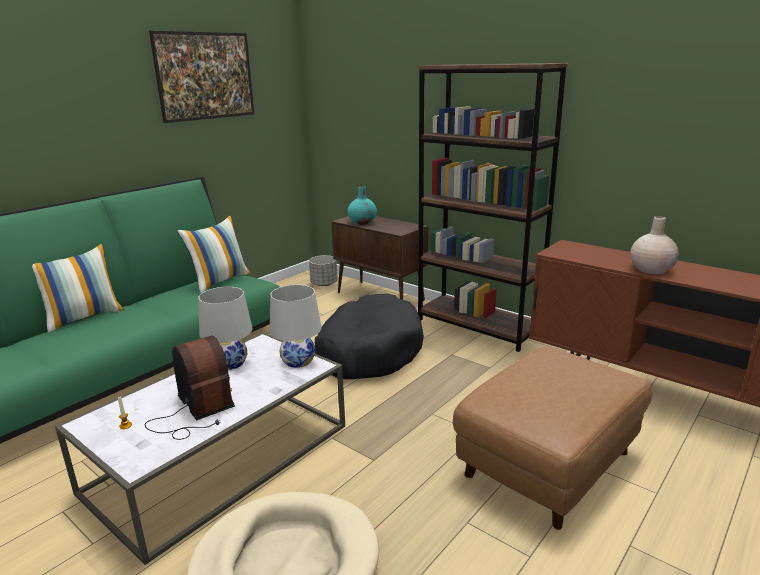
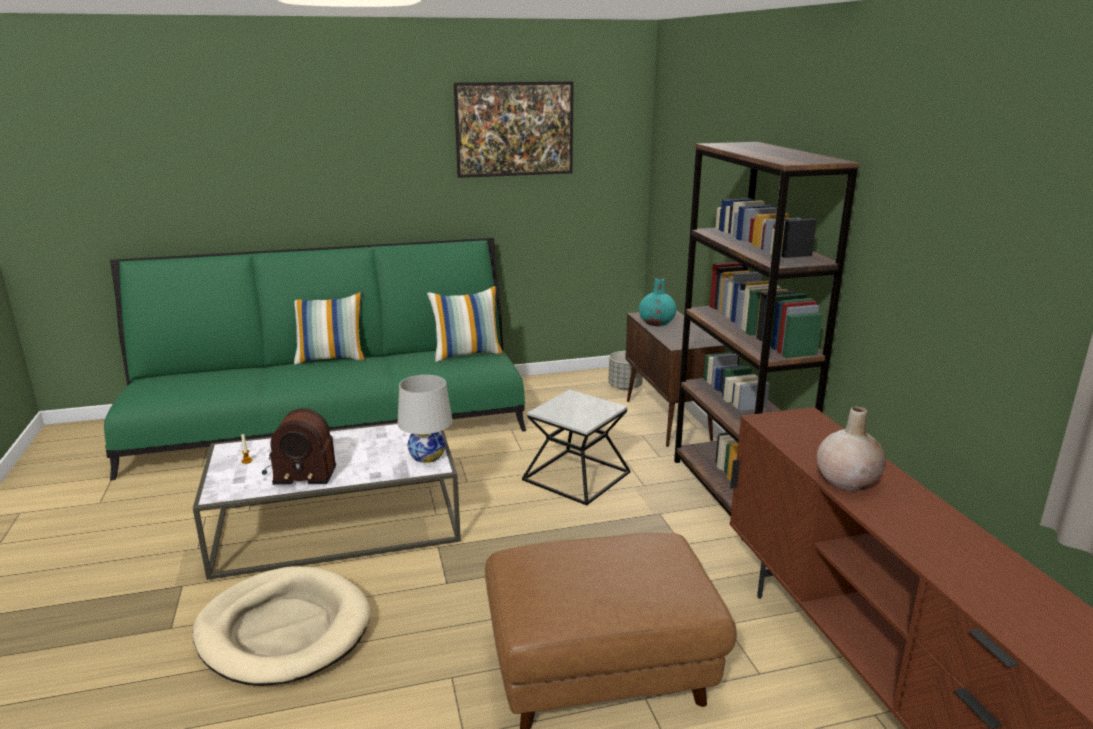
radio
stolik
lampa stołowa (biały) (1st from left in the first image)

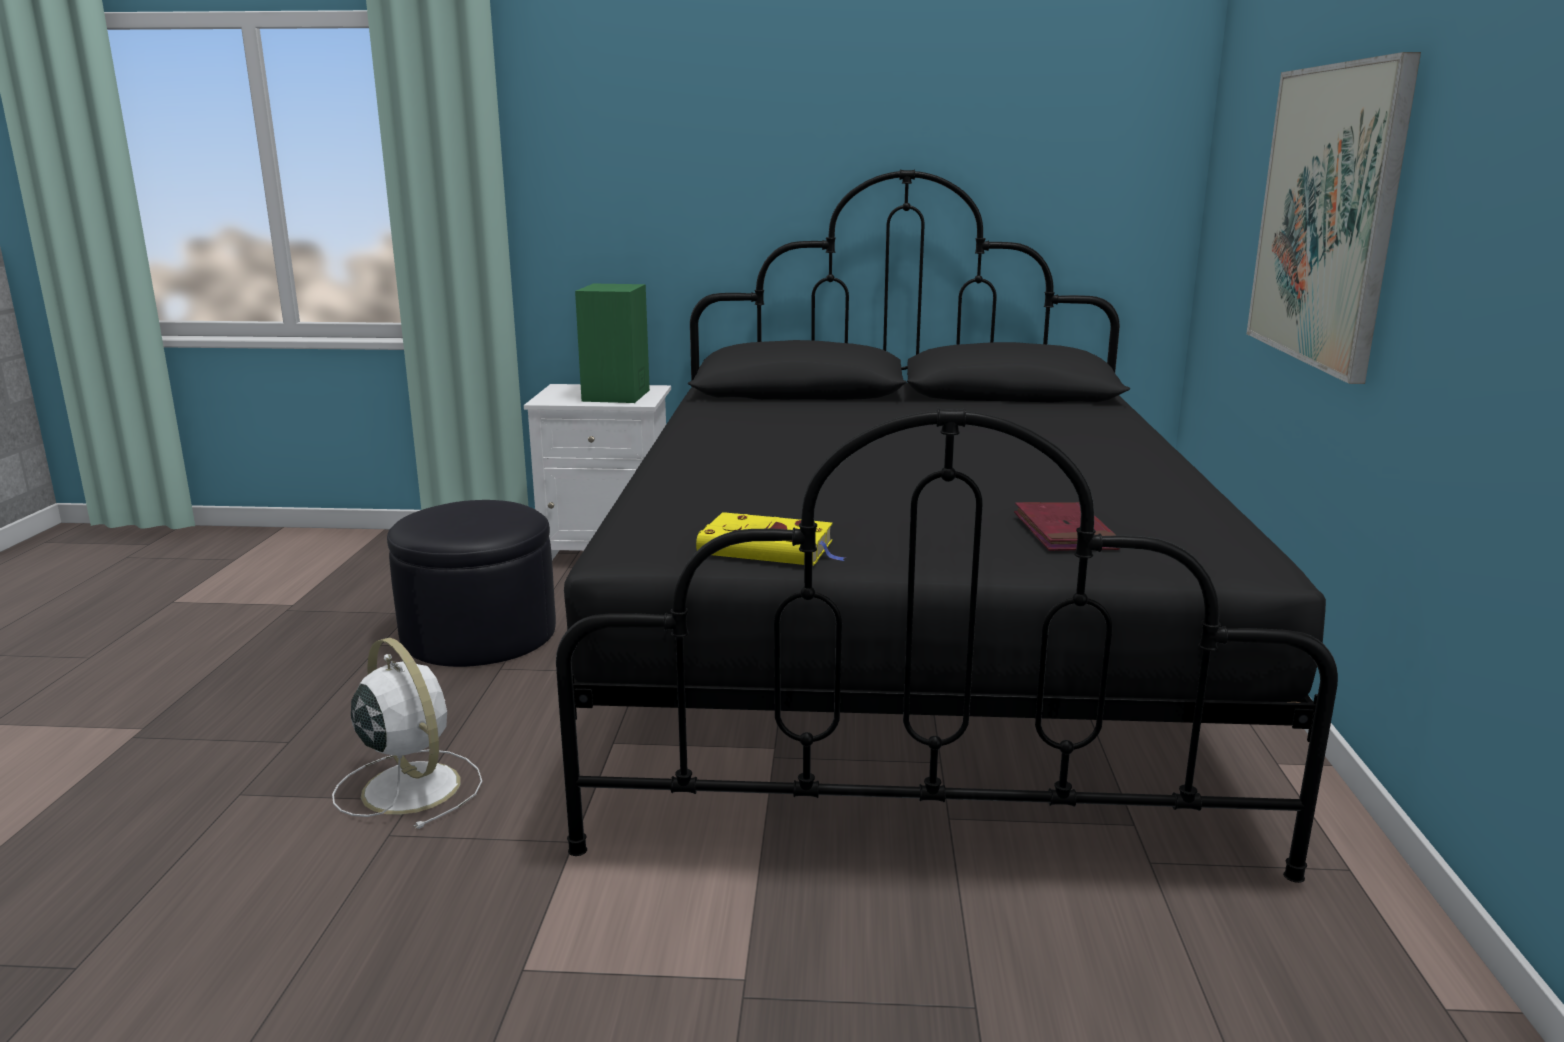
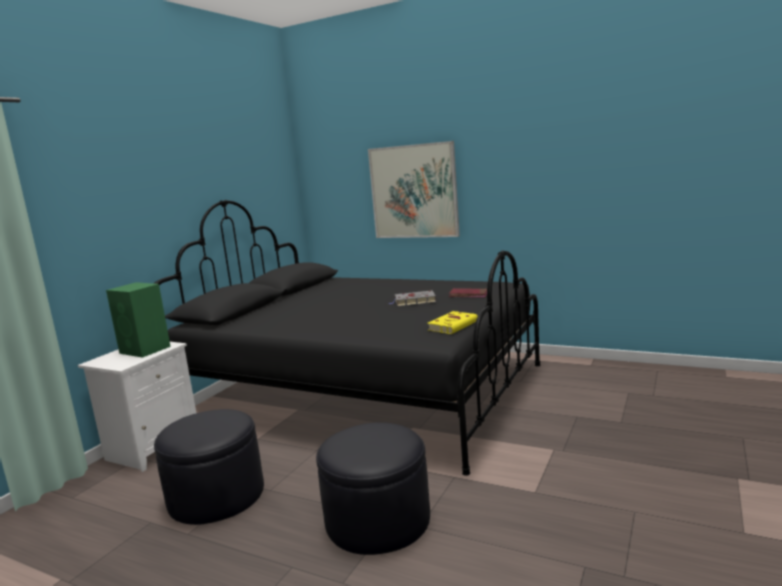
pufa (czarny) (2nd from left)
książka (szary)

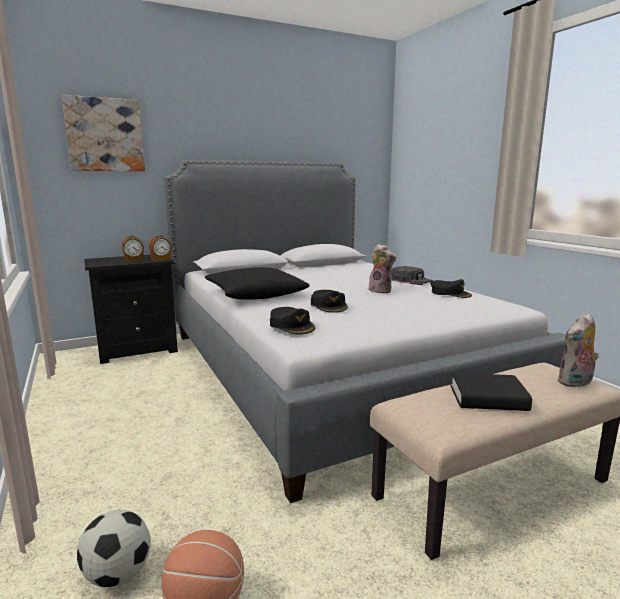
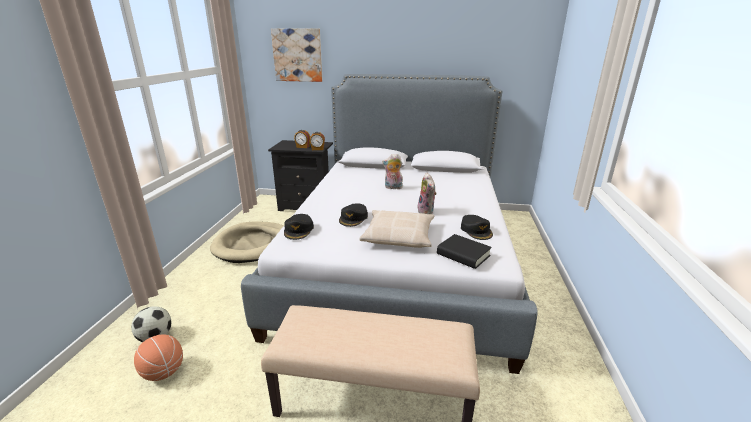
legowisko (beżowy)
poduszka (beżowy)
pluszak (1st from left)
książka (czarny)
poduszka (czarny)
czapka z daszkiem (czarny) (3rd from left in the first image)

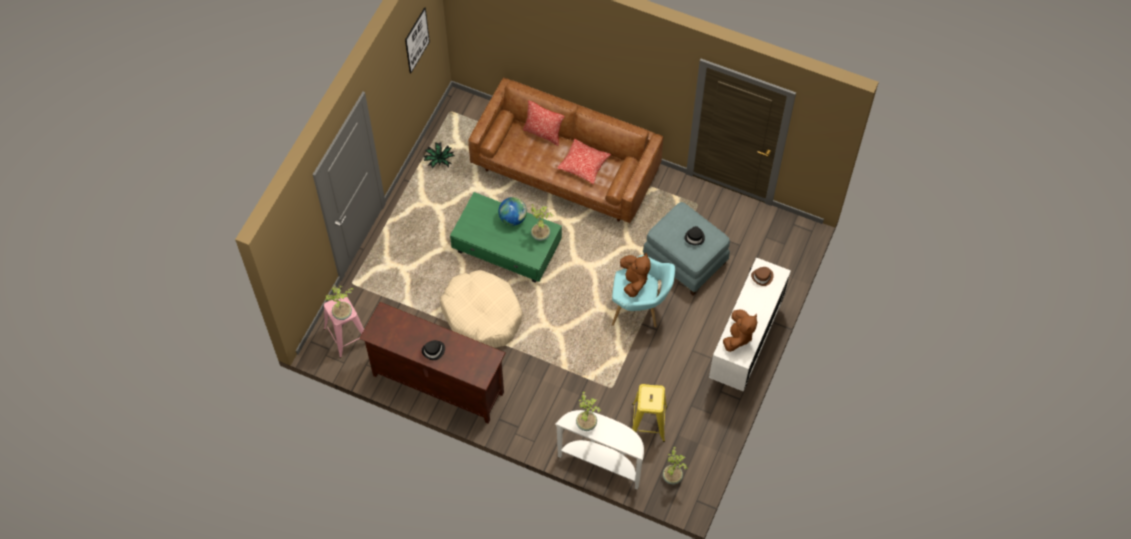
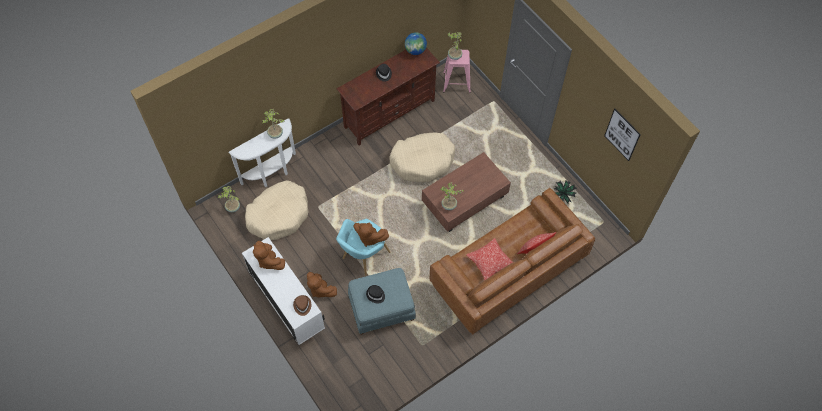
legowisko (beżowy) (1st from left)
pluszak (brązowy) (2nd from left)
globus
ława (brązowy)

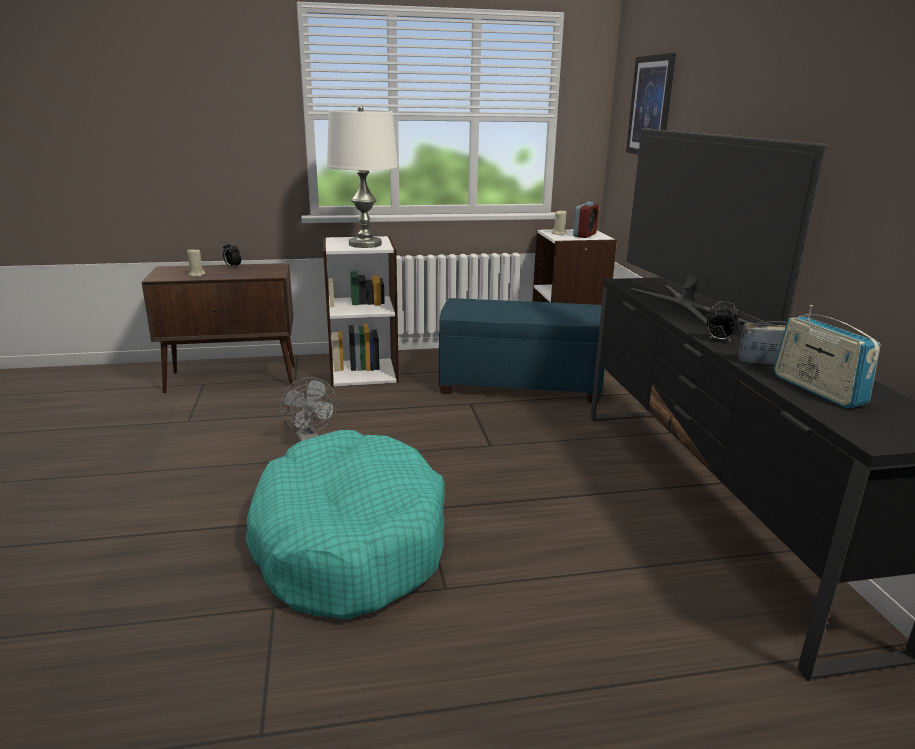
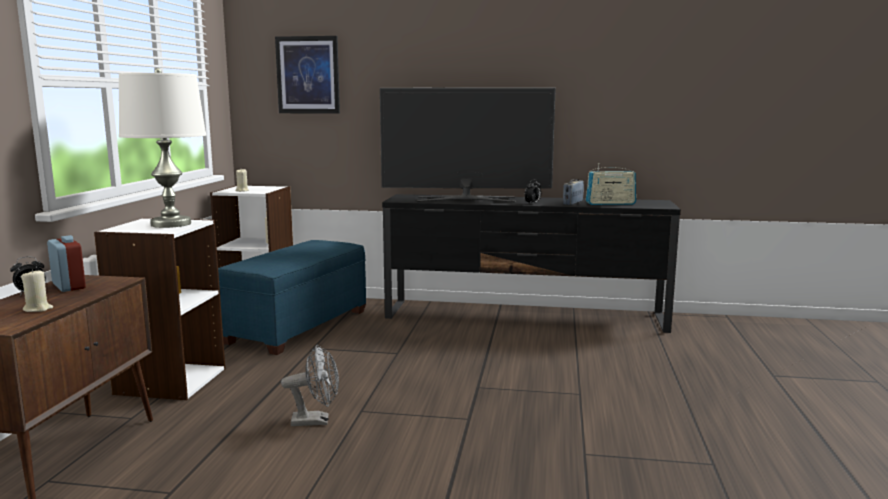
budzik (2nd from left)
legowisko (turkusowy)

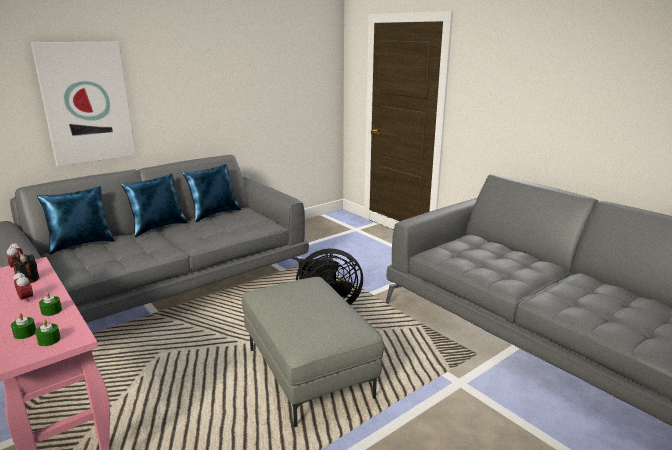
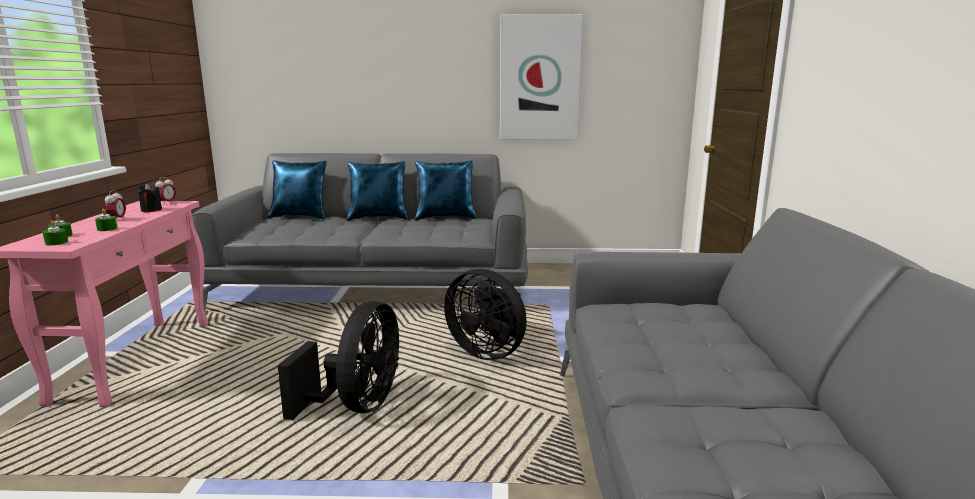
wentylator (czarny) (1st from left)
obraz

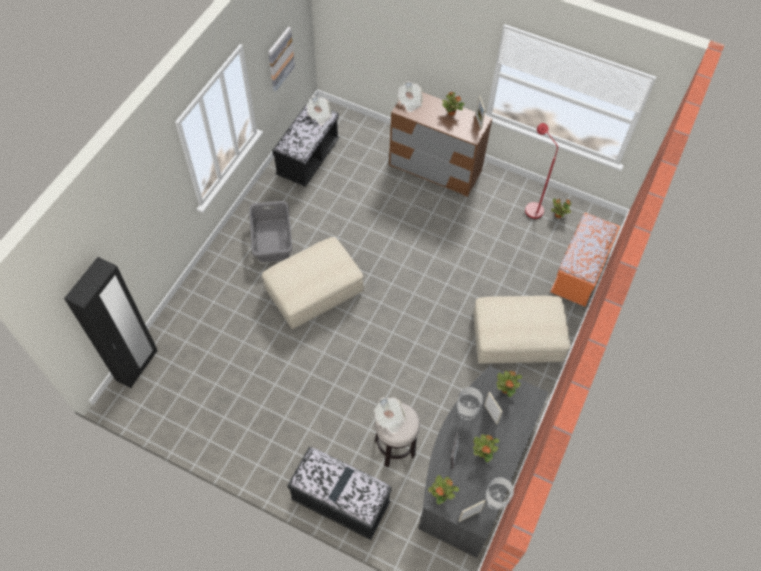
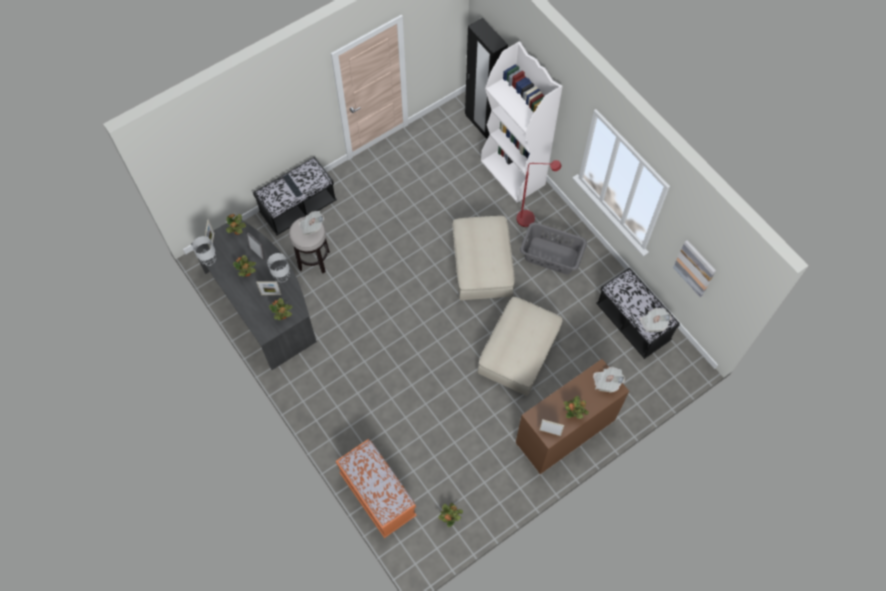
pufa (beżowy) (2nd from left)
regał (biały)
lampa stojąca (czerwony)

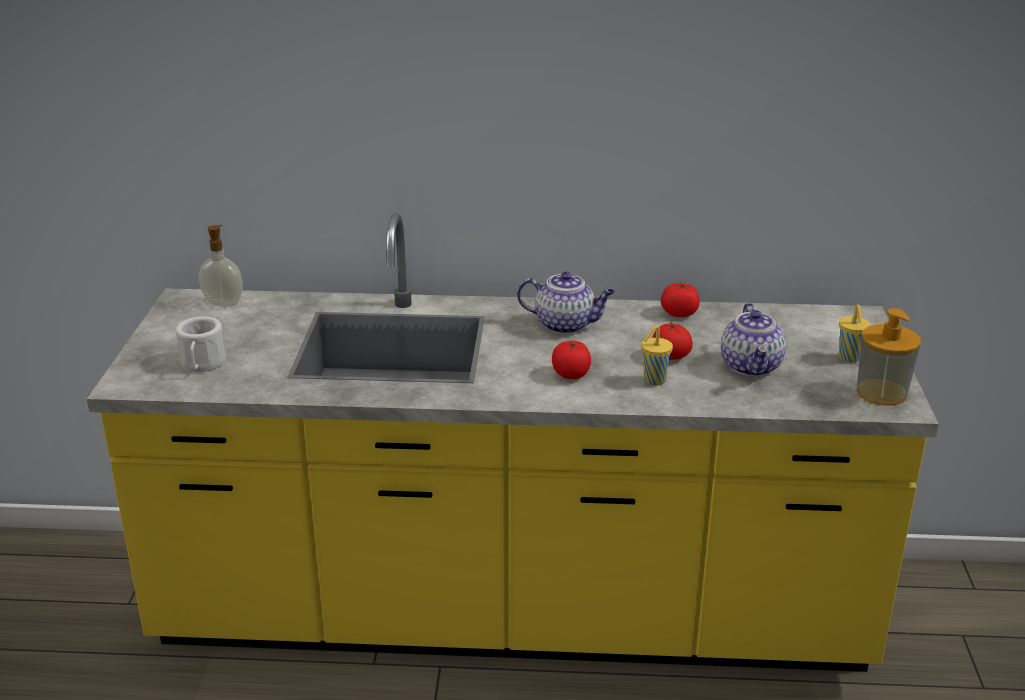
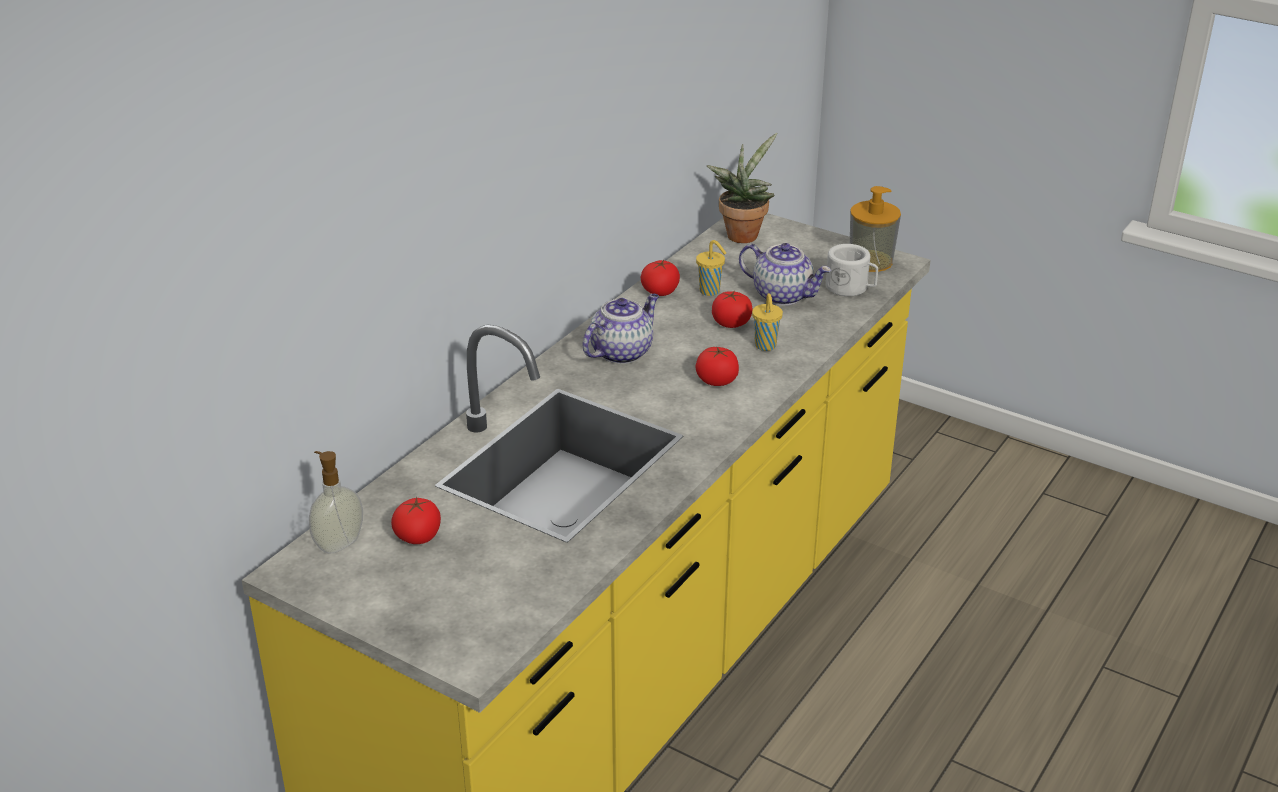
pomidor (1st from left)
filiżanka (żółty) (1st from left)
roślina doniczkowa
kubek (biały)

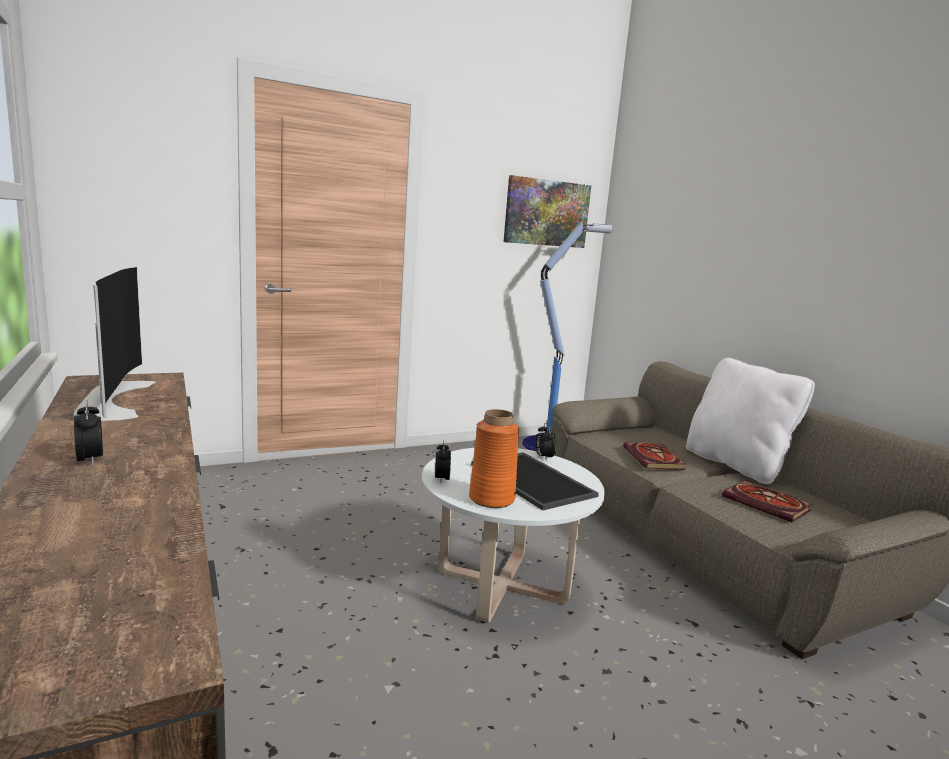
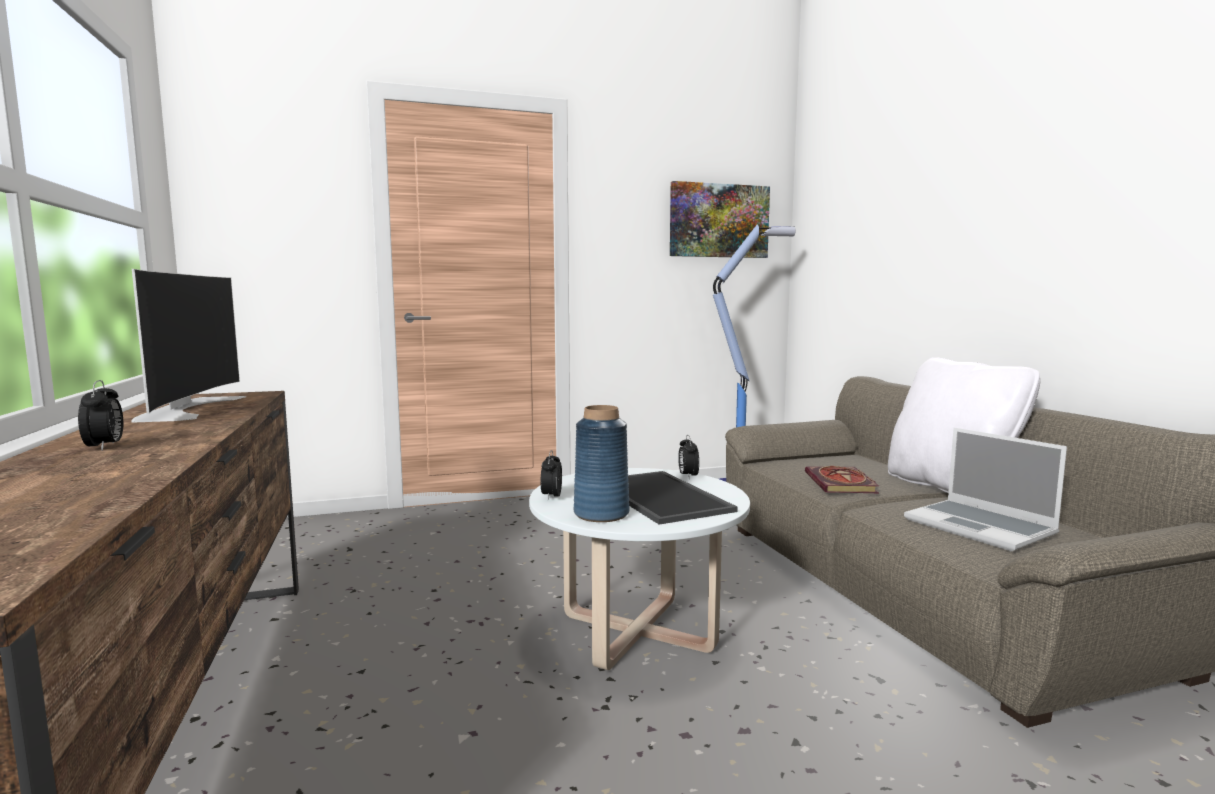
wazon (niebieski)
laptop

